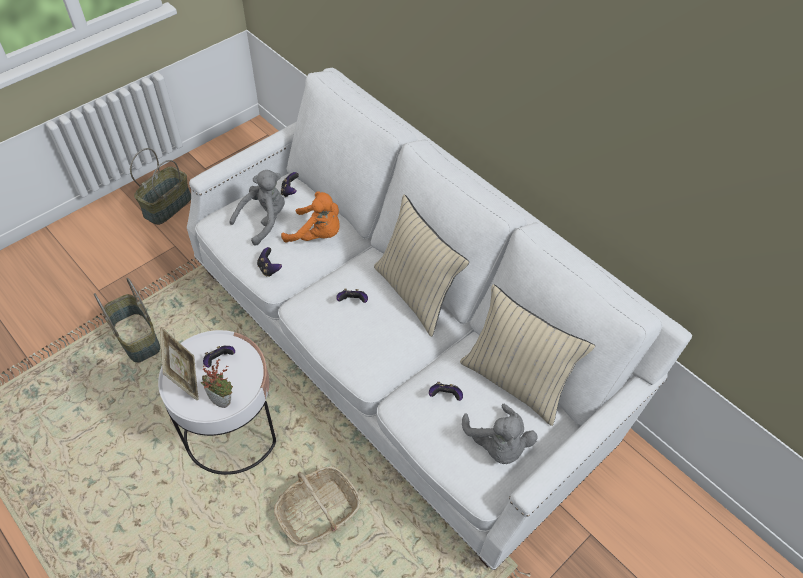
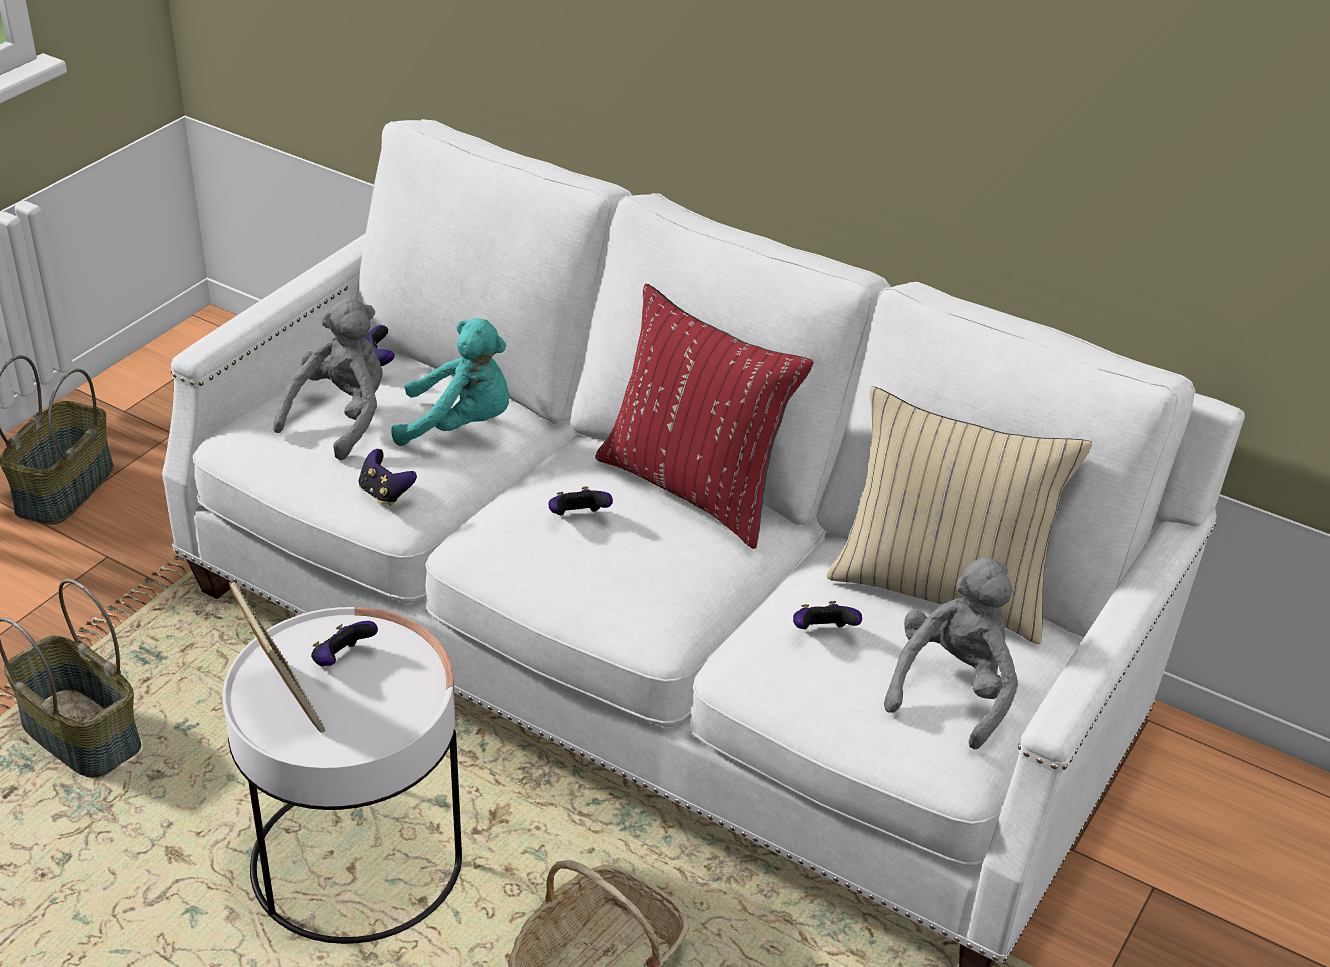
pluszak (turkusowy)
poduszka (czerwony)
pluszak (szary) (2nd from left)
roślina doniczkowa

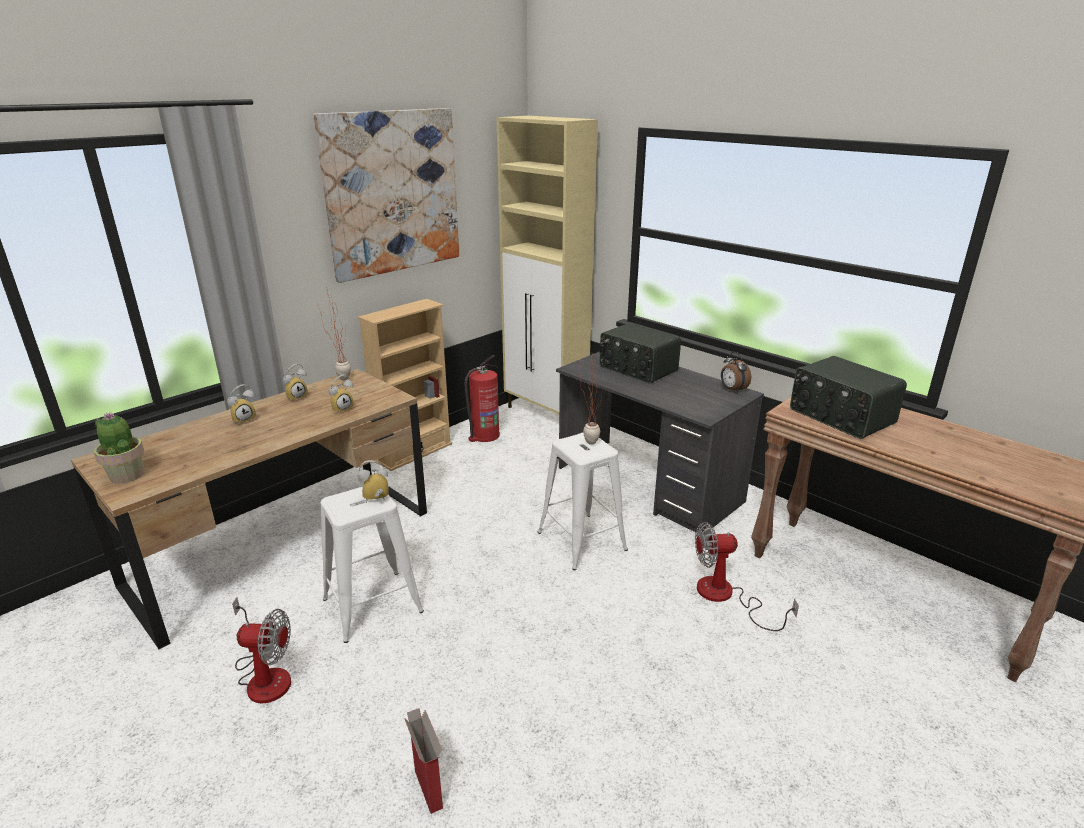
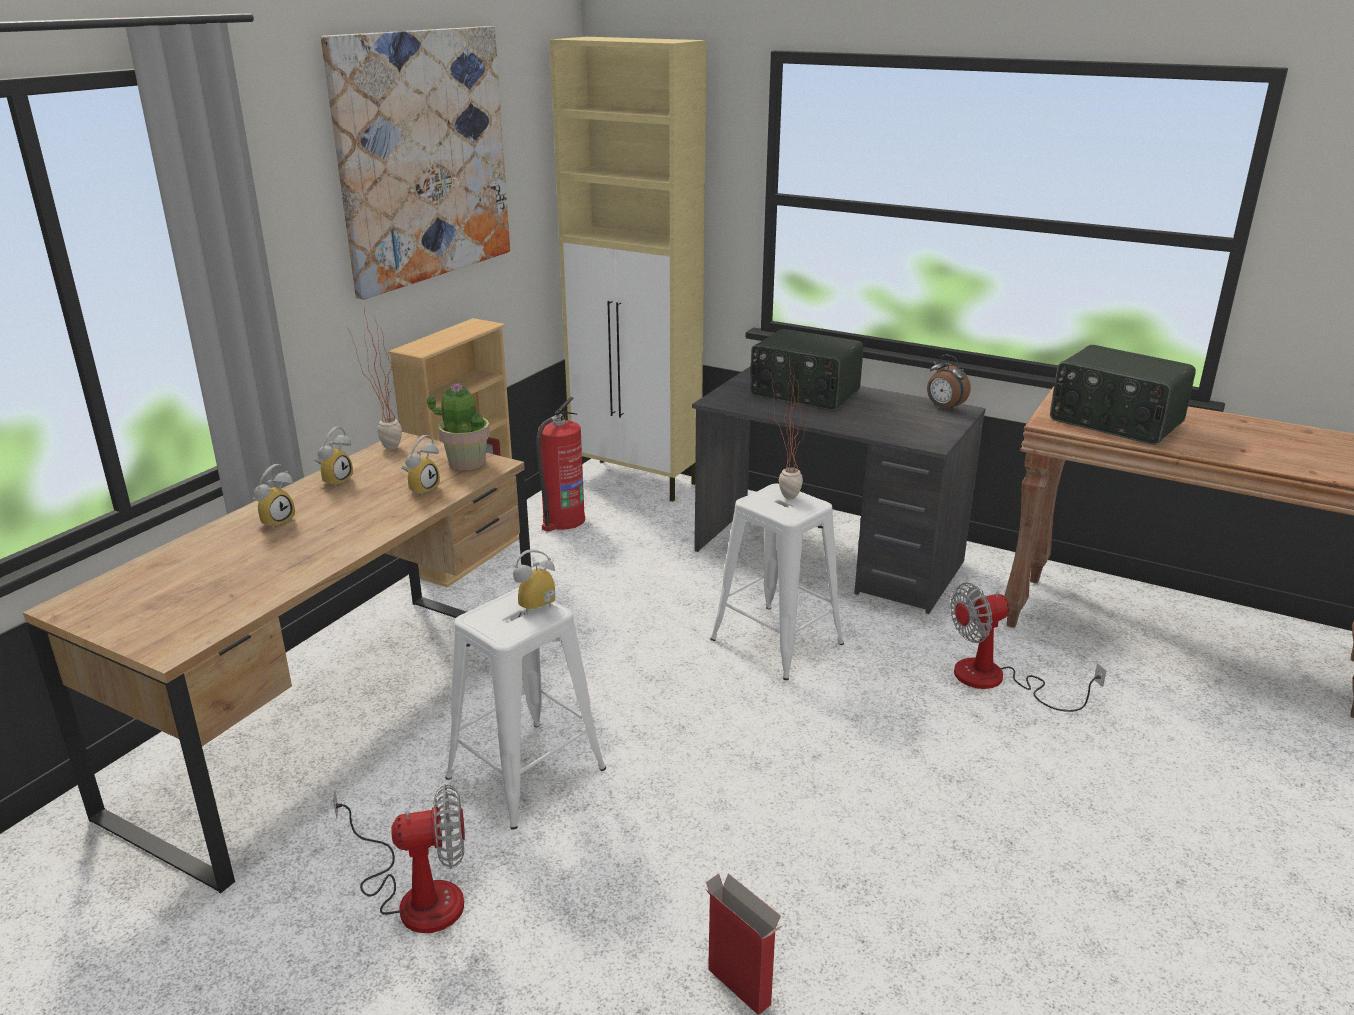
roślina doniczkowa (2nd from left)

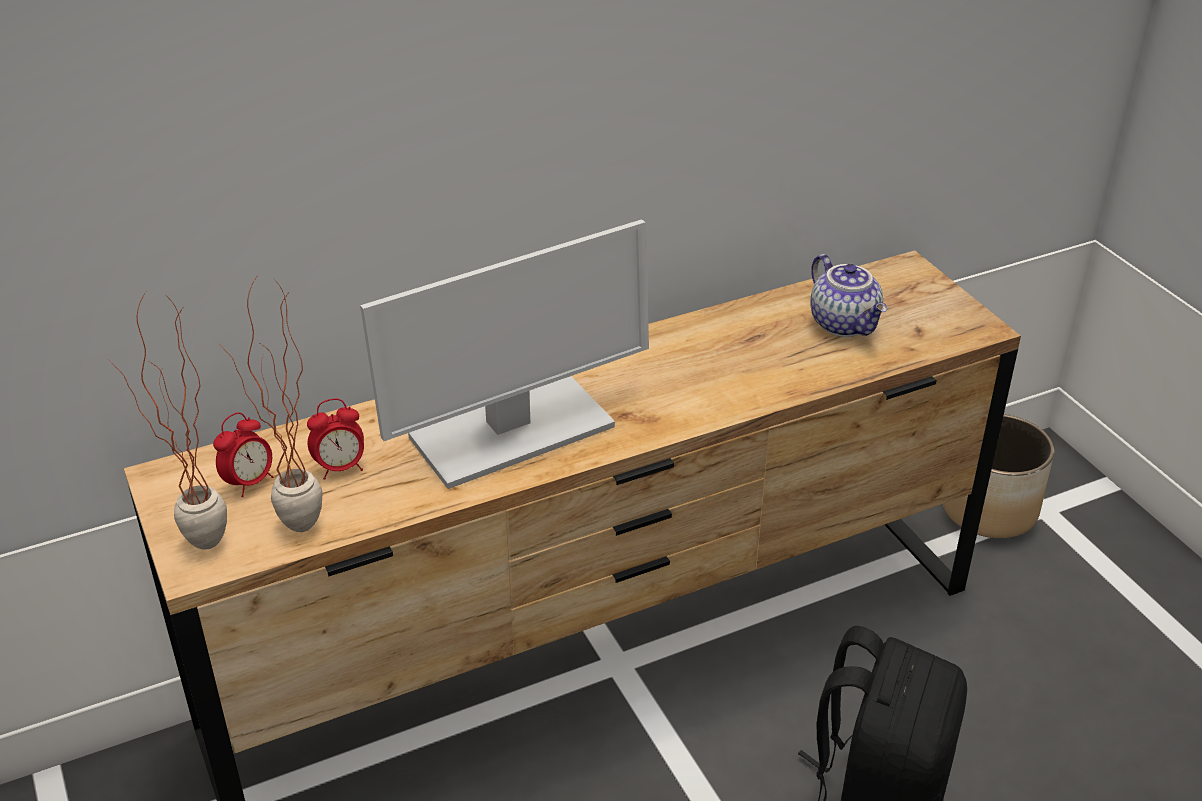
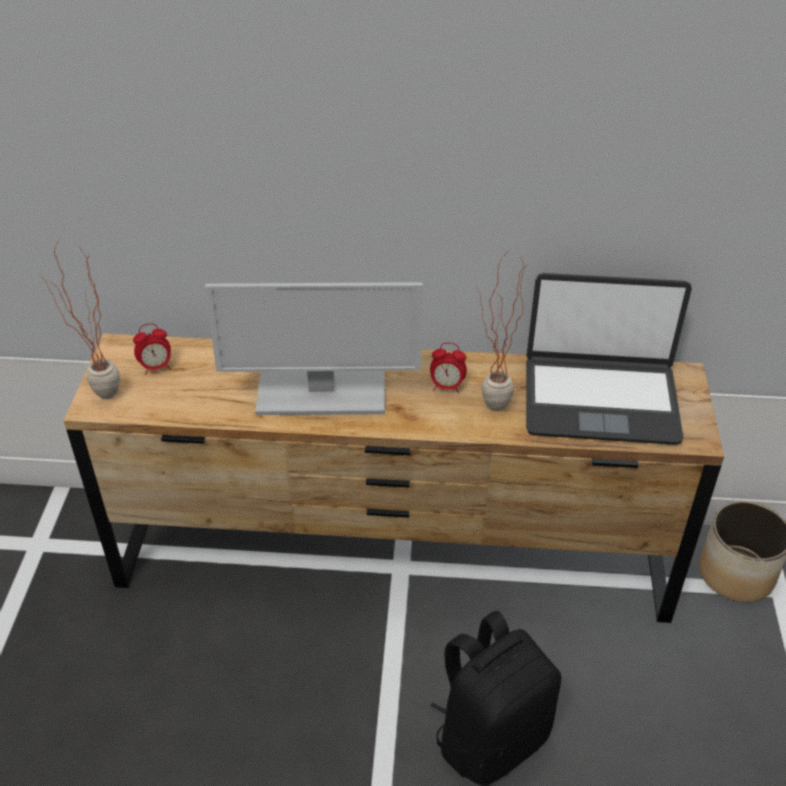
budzik (2nd from left)
roślina doniczkowa (2nd from left)
laptop

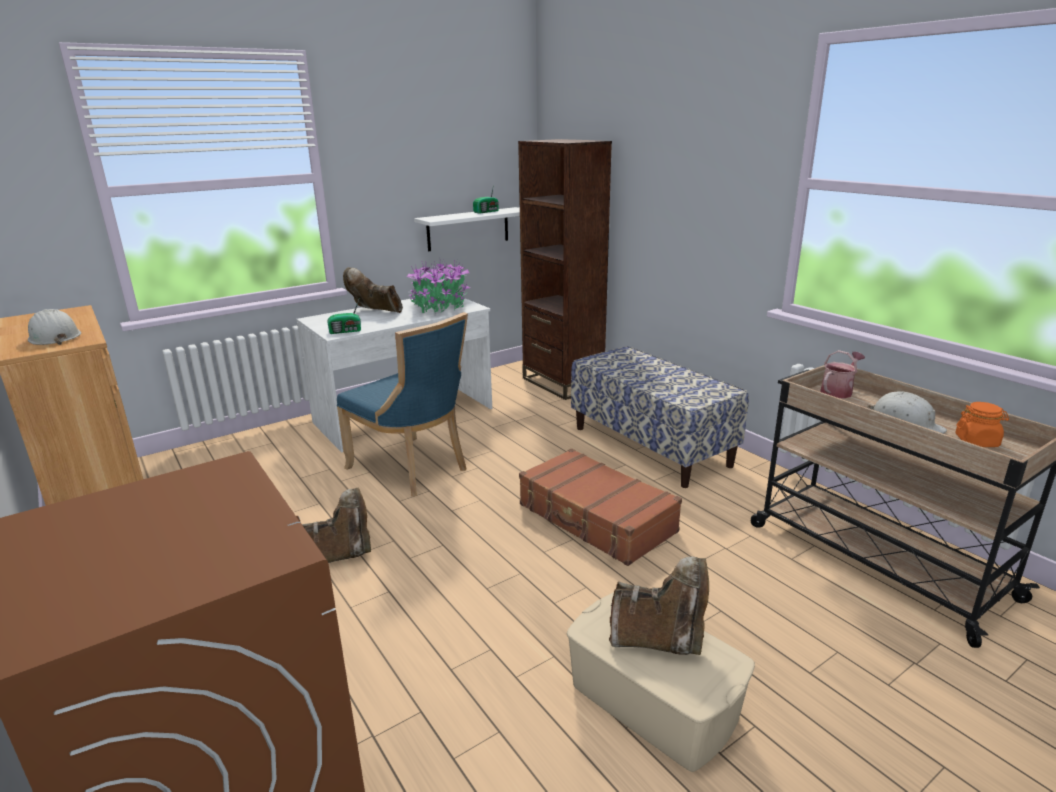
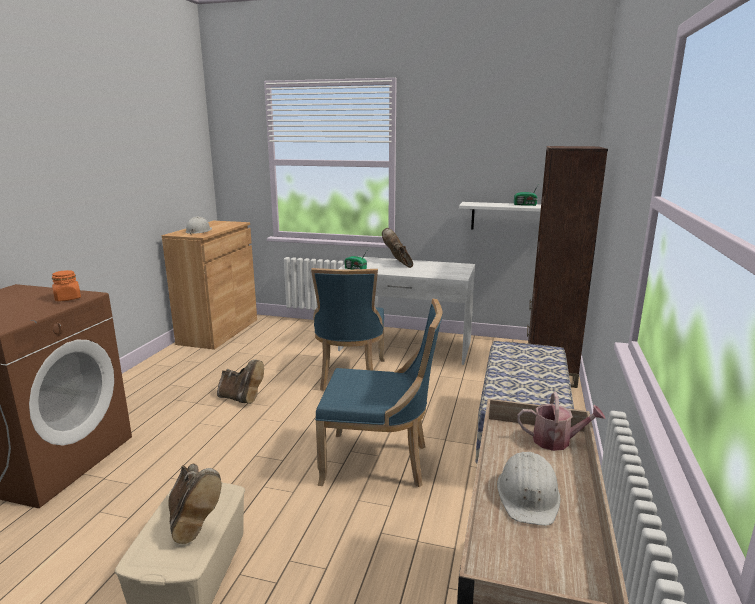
słoik (pomarańczowy)
krzesło (niebieski) (2nd from left)
roślina doniczkowa

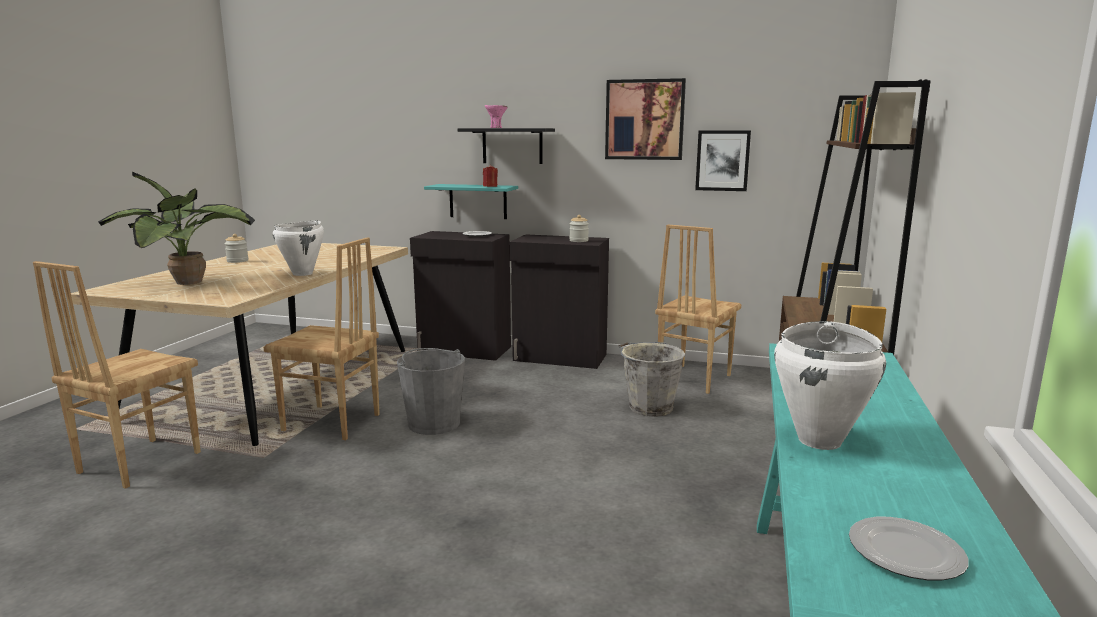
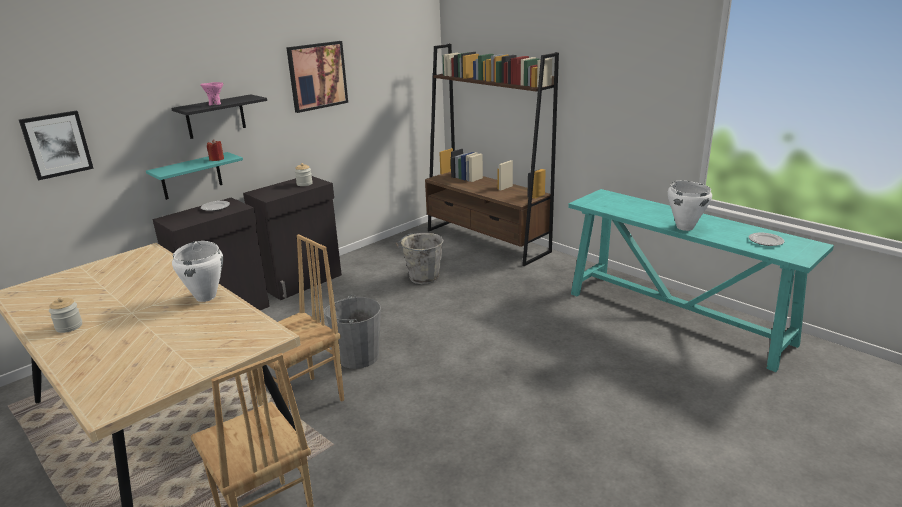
obraz (1st from left)
roślina doniczkowa
krzesło (brązowy) (3rd from left in the first image)

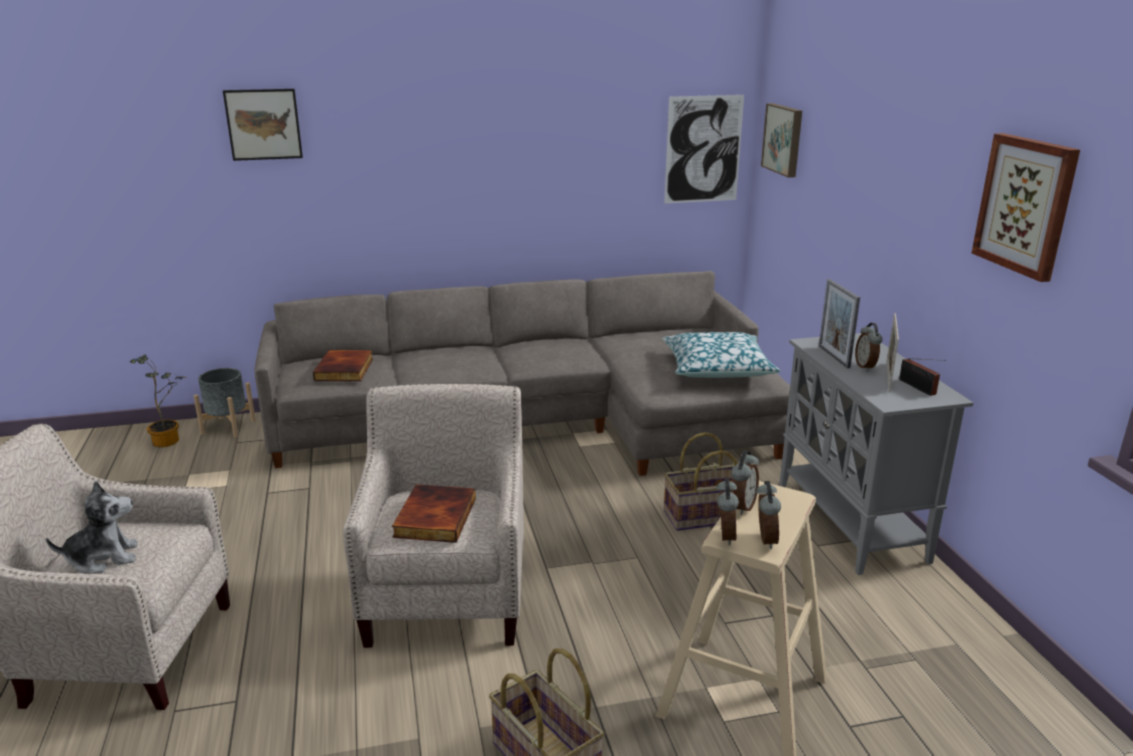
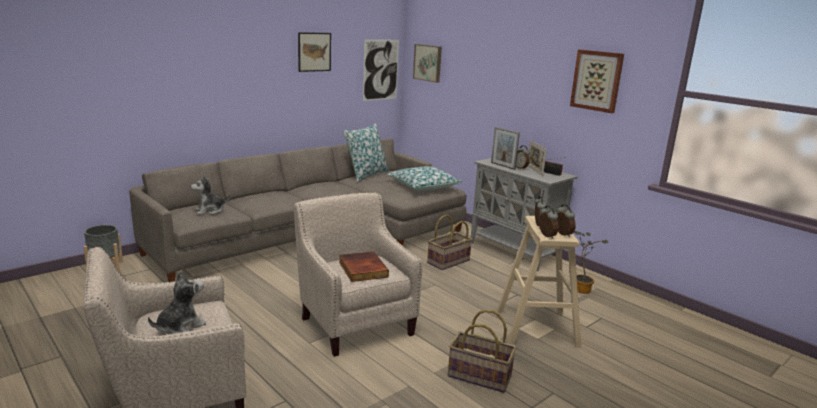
pluszak (2nd from left)
obraz (1st from left)
poduszka (1st from left)
roślina doniczkowa

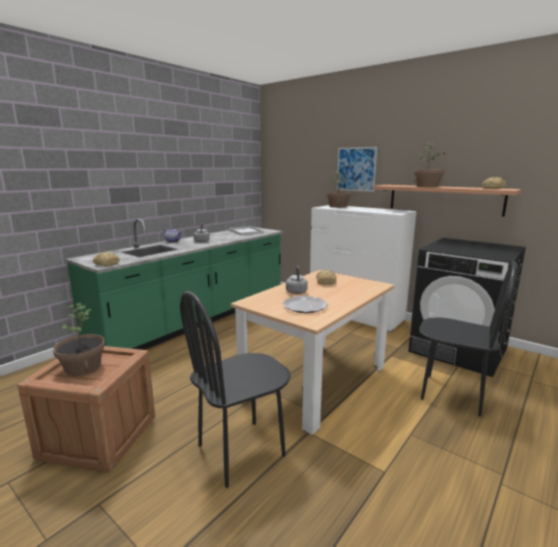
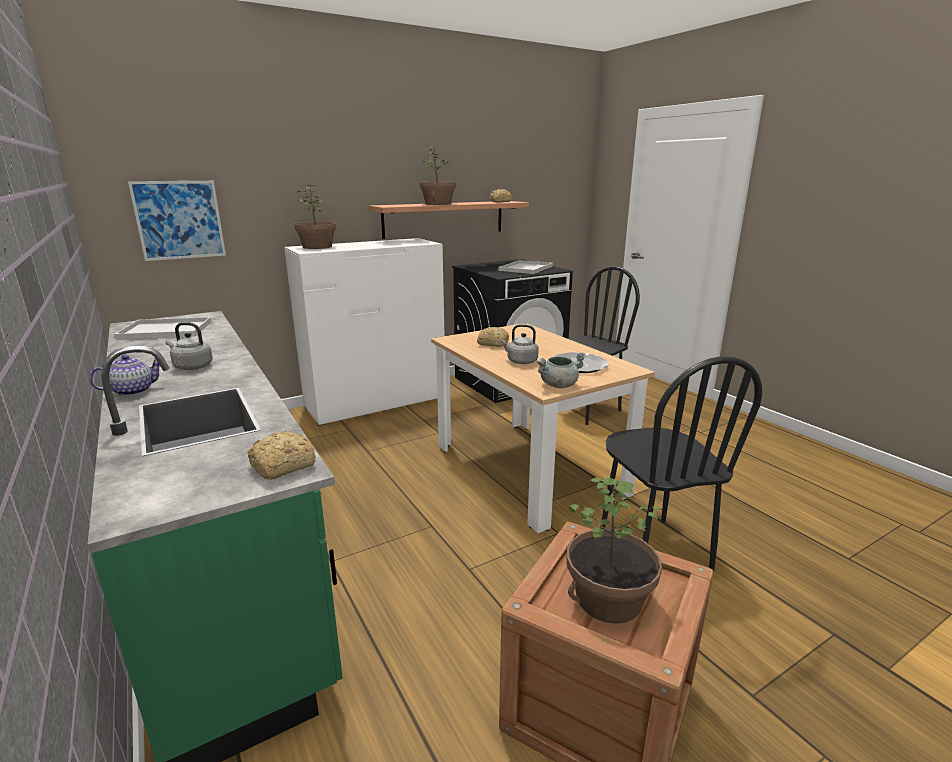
obraz
taca (biały) (2nd from left)
garnek (szary)

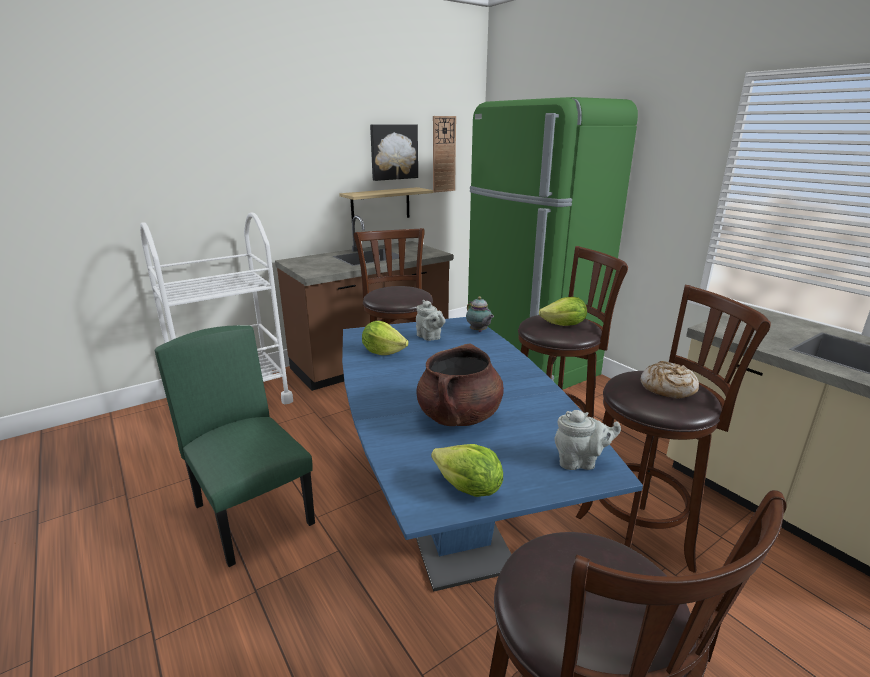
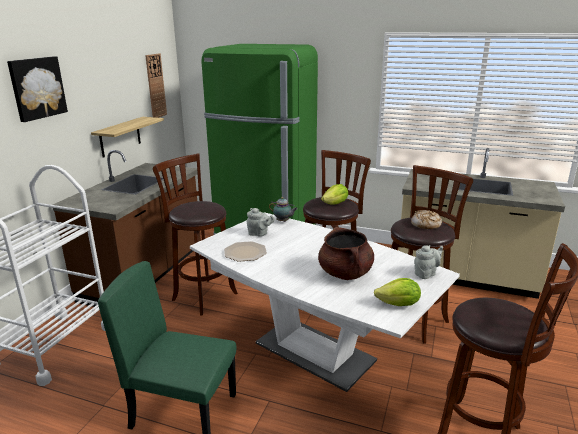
obraz
stół jadalny (biały)
talerz

